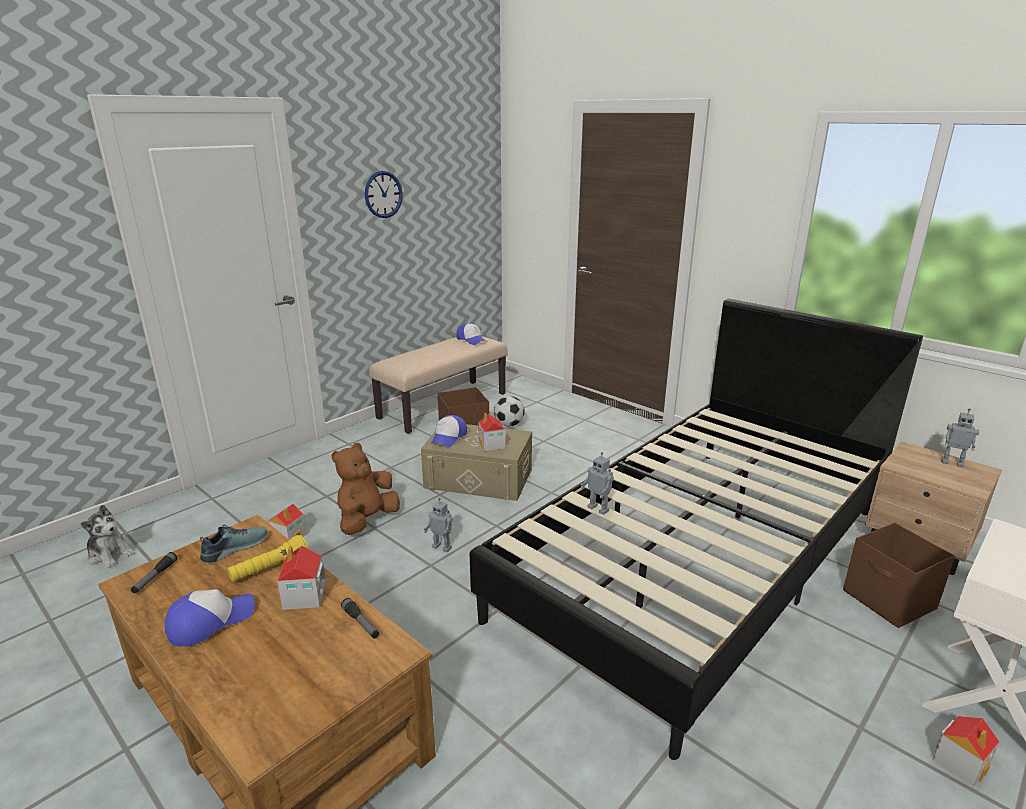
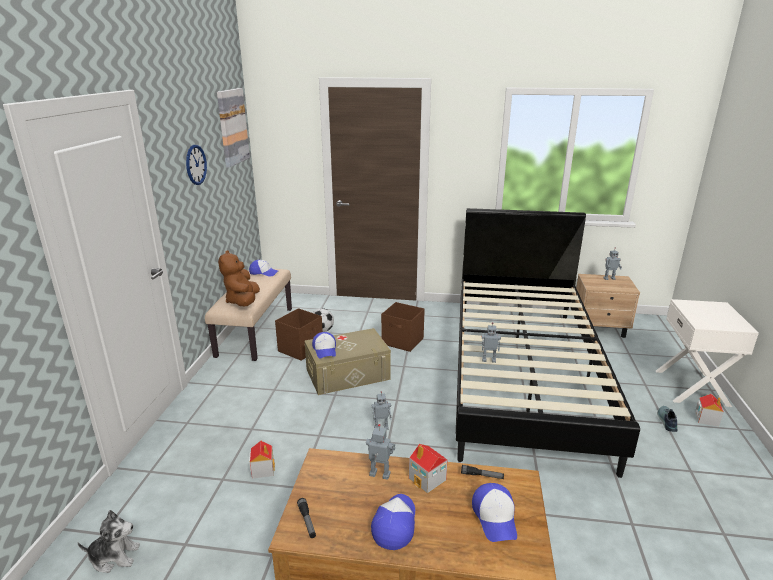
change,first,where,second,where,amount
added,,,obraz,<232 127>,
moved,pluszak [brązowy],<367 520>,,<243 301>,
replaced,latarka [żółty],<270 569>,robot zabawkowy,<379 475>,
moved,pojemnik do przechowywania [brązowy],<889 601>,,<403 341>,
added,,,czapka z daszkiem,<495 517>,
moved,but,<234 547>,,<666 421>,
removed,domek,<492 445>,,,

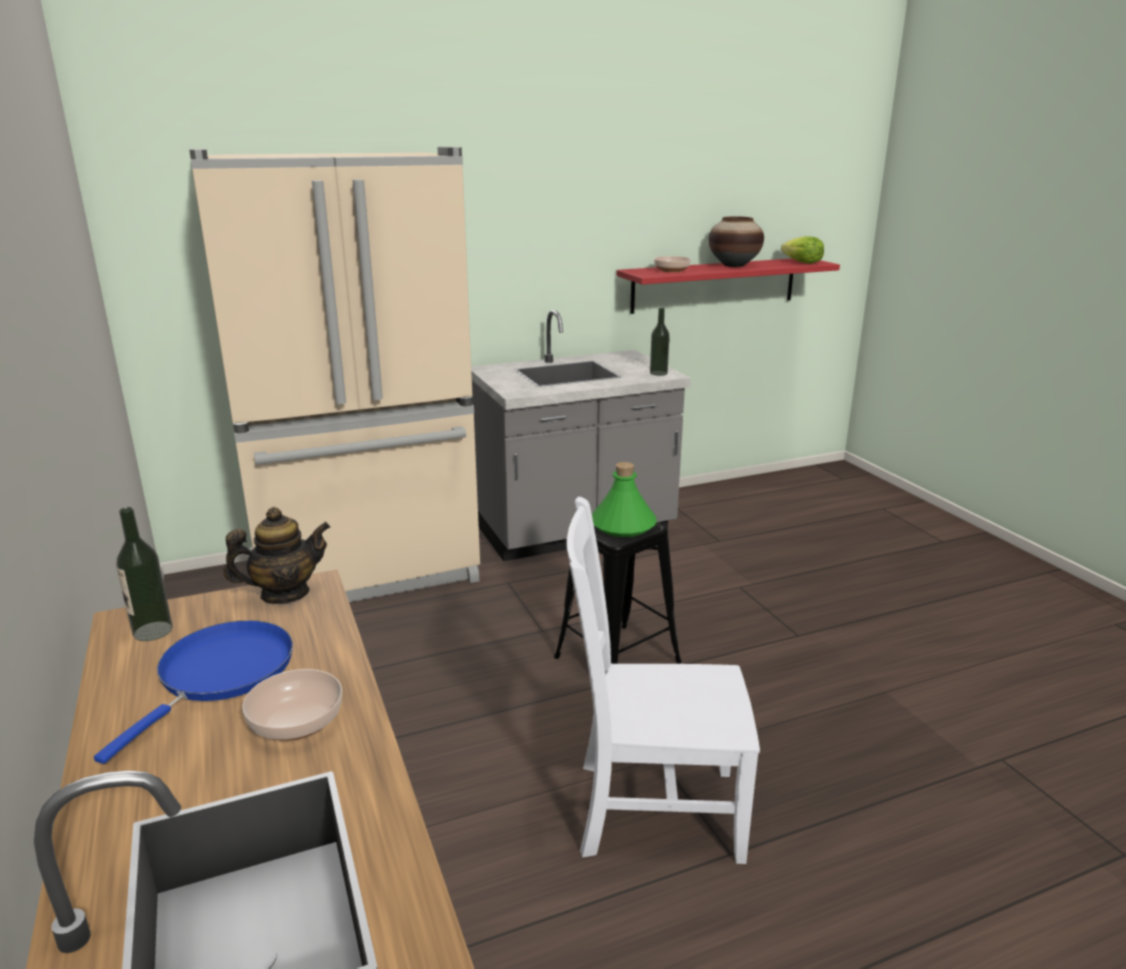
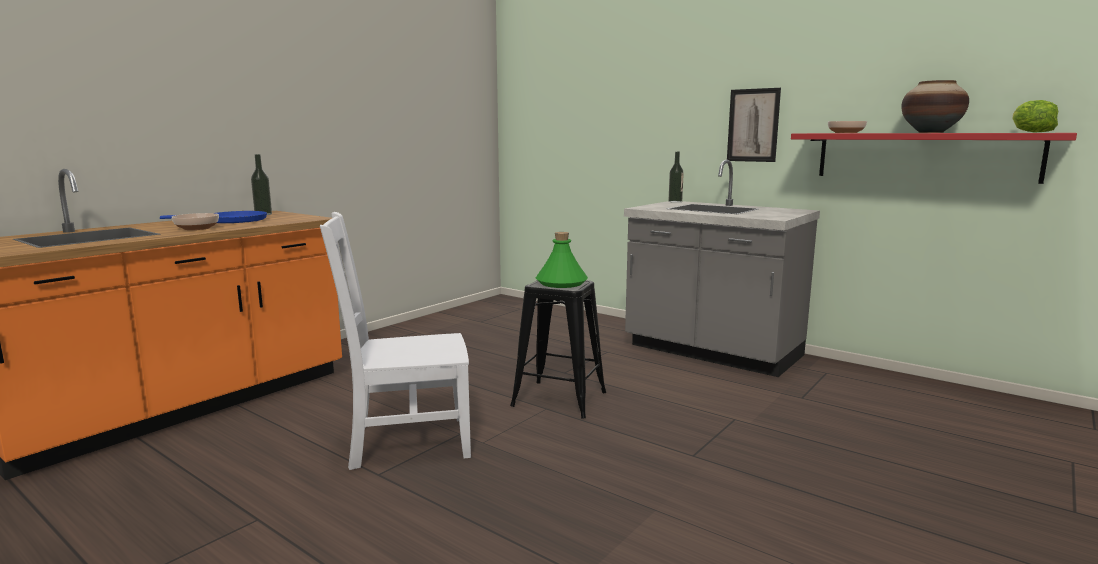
change,first,where,second,where,amount
turned,krzesło [biały],<652 809>,,<405 441>,75 degrees counterclockwise
moved,butelka,<658 373>,,<675 201>,
added,,,obraz,<753 125>,
removed,lodówka [beżowy],<368 573>,,,
removed,imbryk,<284 594>,,,

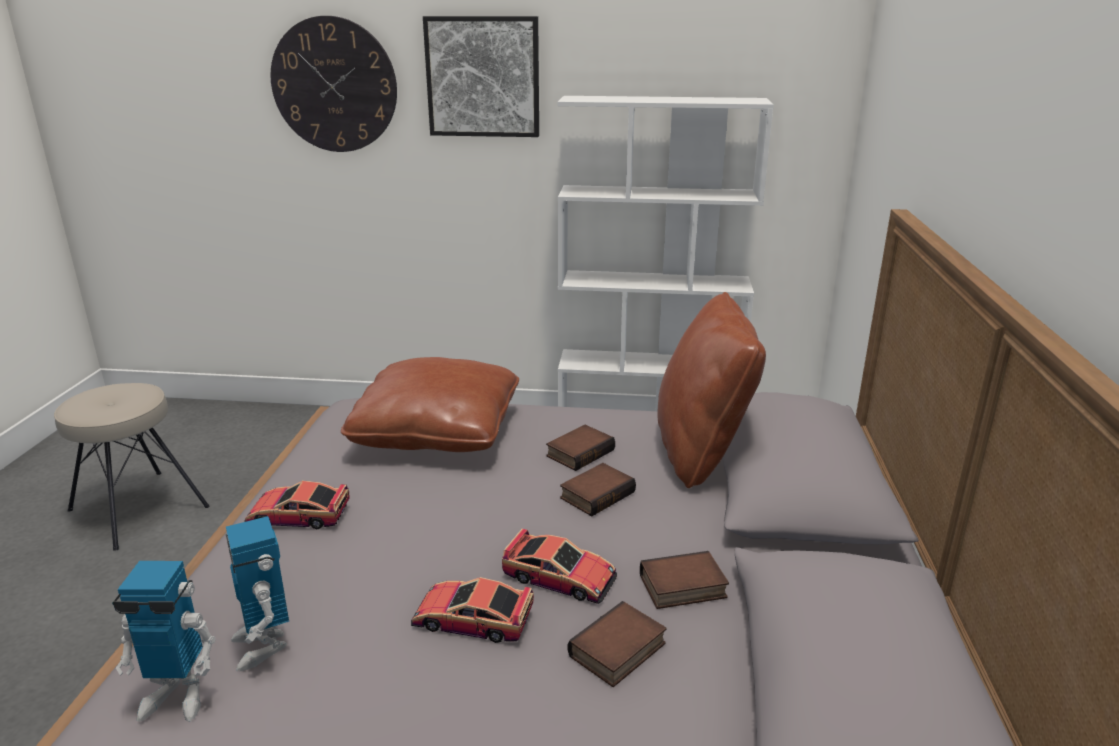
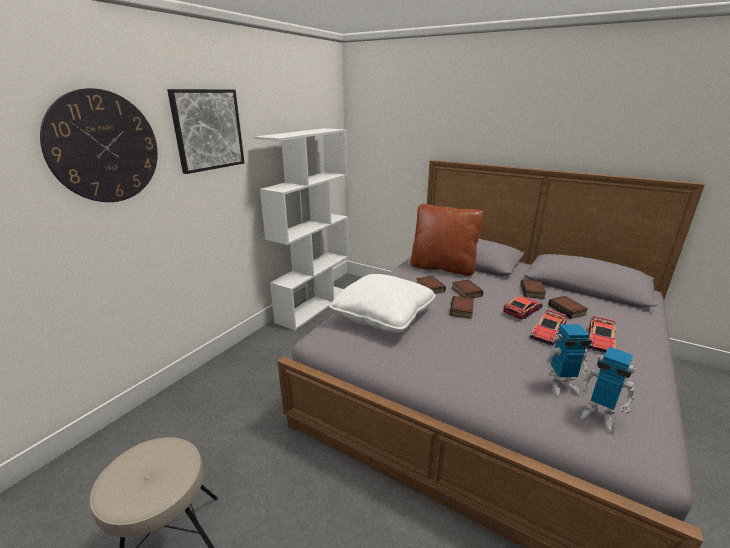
change,first,where,second,where,amount
recoloured,poduszka [brązowy],<436 431>,poduszka [biały],<383 315>,
added,,,książka,<462 310>,
turned,robot zabawkowy,<177 696>,,<599 416>,105 degrees clockwise
moved,samochodzik,<298 515>,,<600 340>,

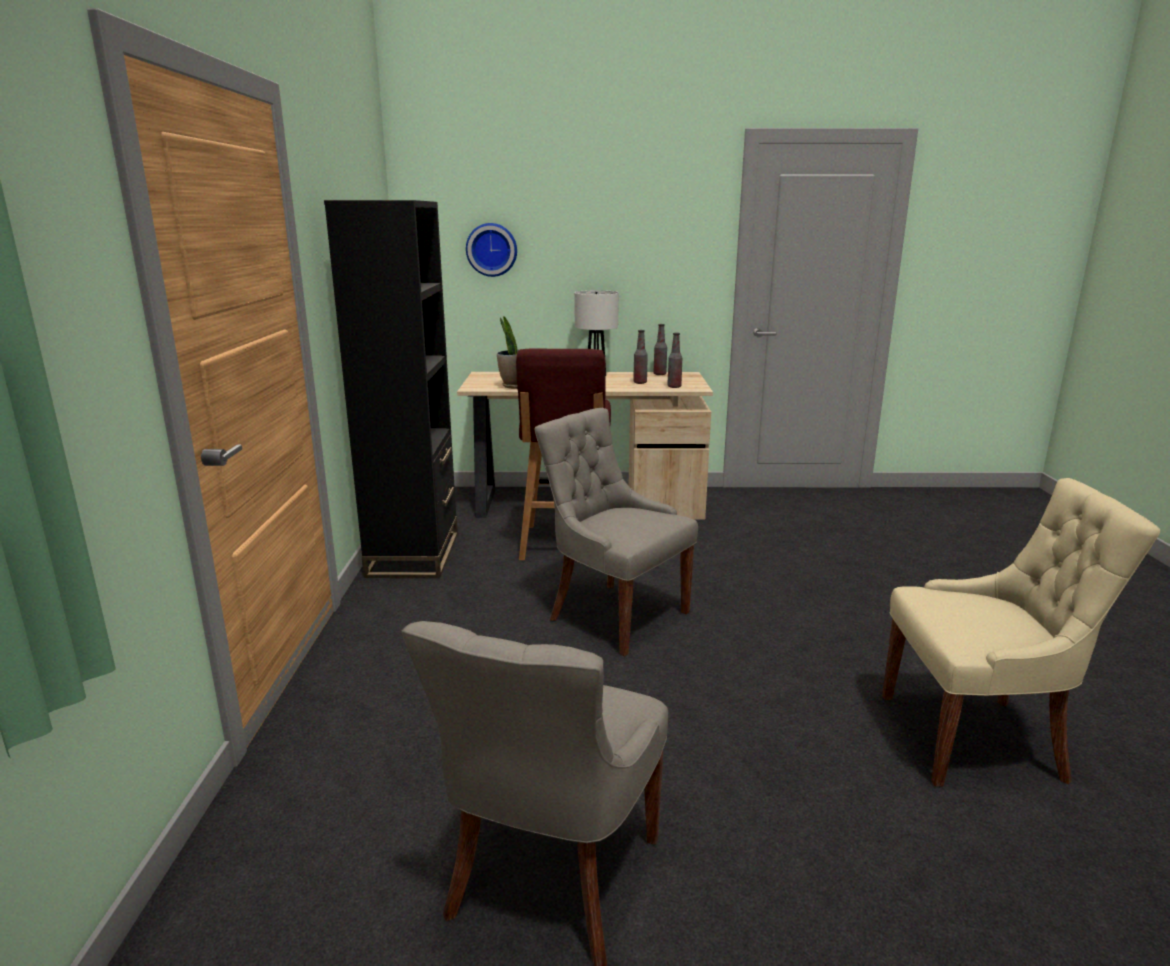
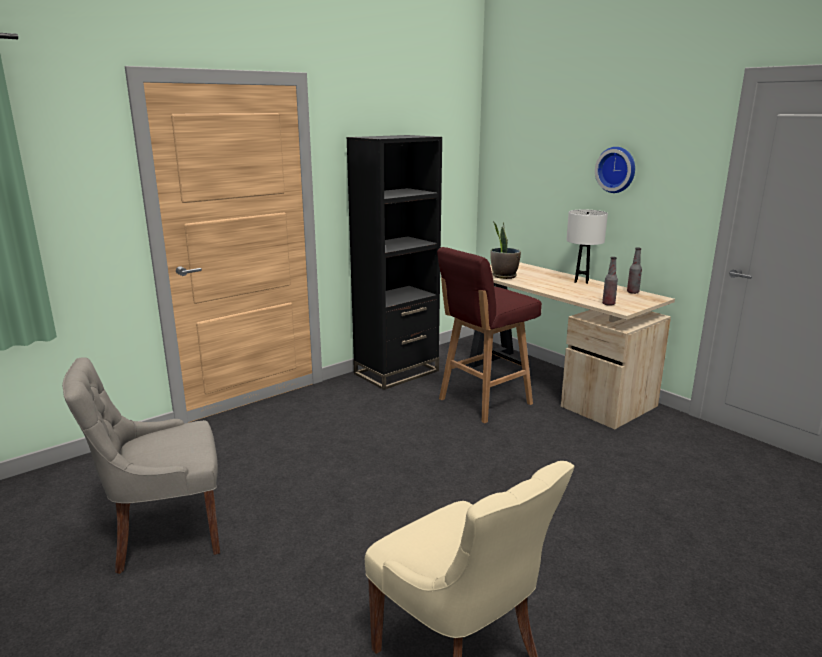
change,first,where,second,where,amount
moved,zegar ścienny,<492 249>,,<617 169>,
removed,krzesło [szary],<615 615>,,,
removed,butelka,<640 383>,,,

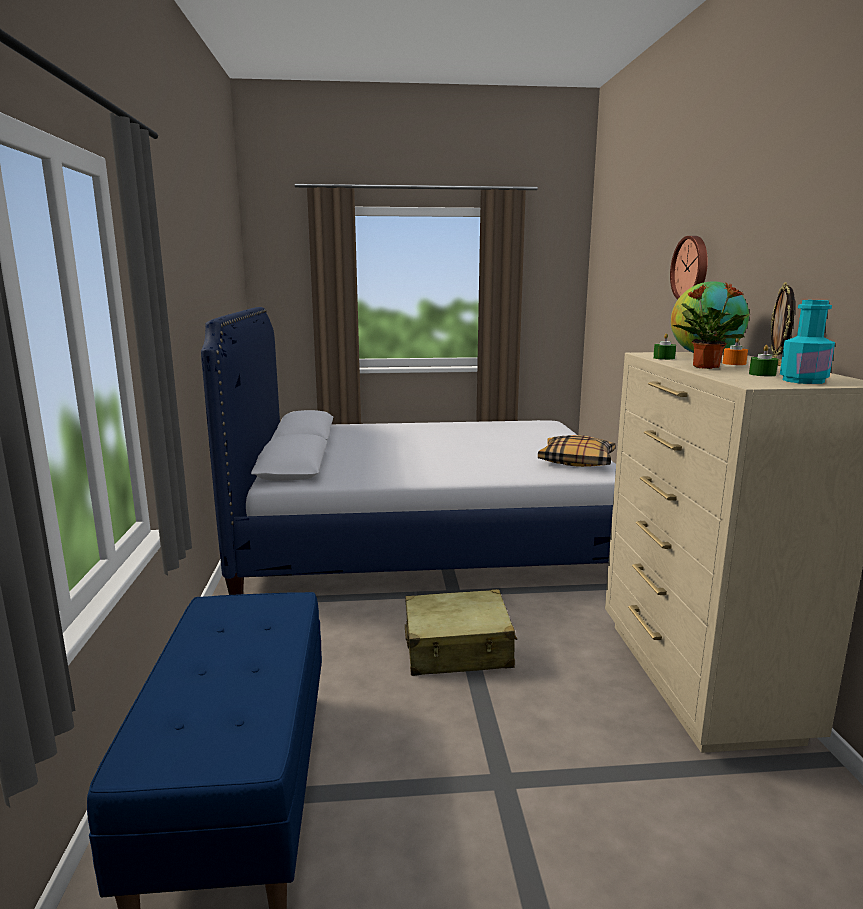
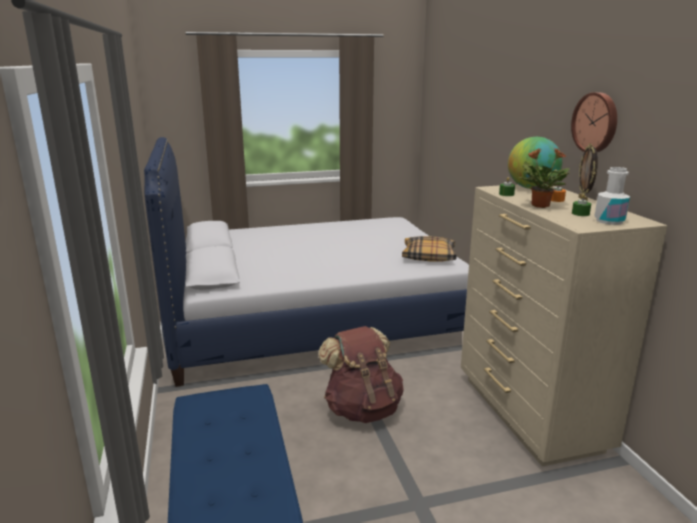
change,first,where,second,where,amount
replaced,walizka [beżowy],<458 649>,plecak [brązowy],<362 409>,
moved,zegar ścienny,<691 268>,,<596 122>,
recoloured,butelka [turkusowy],<803 381>,butelka [biały],<609 221>,

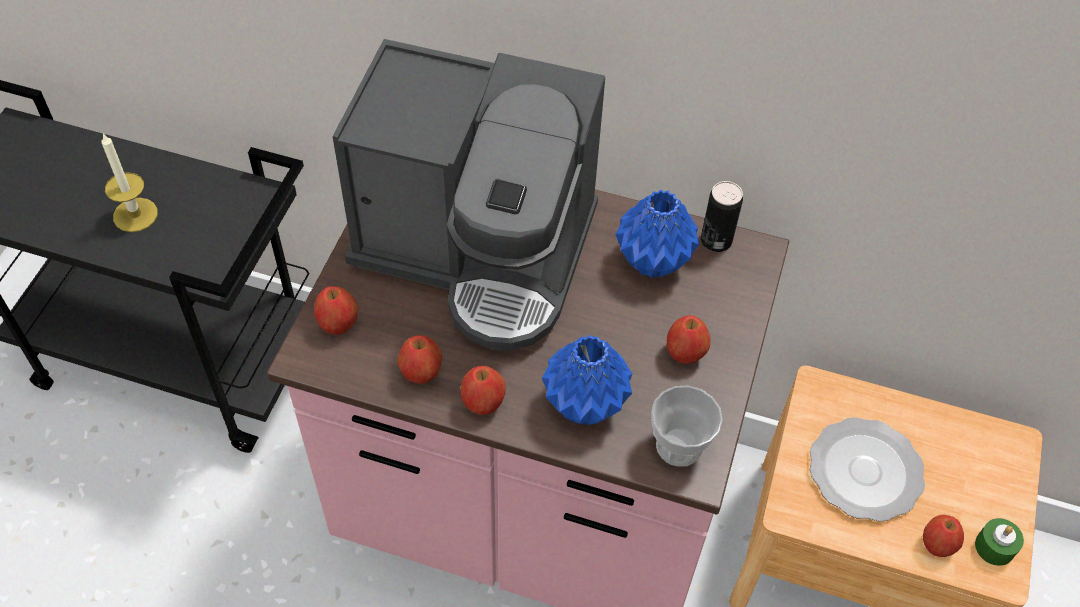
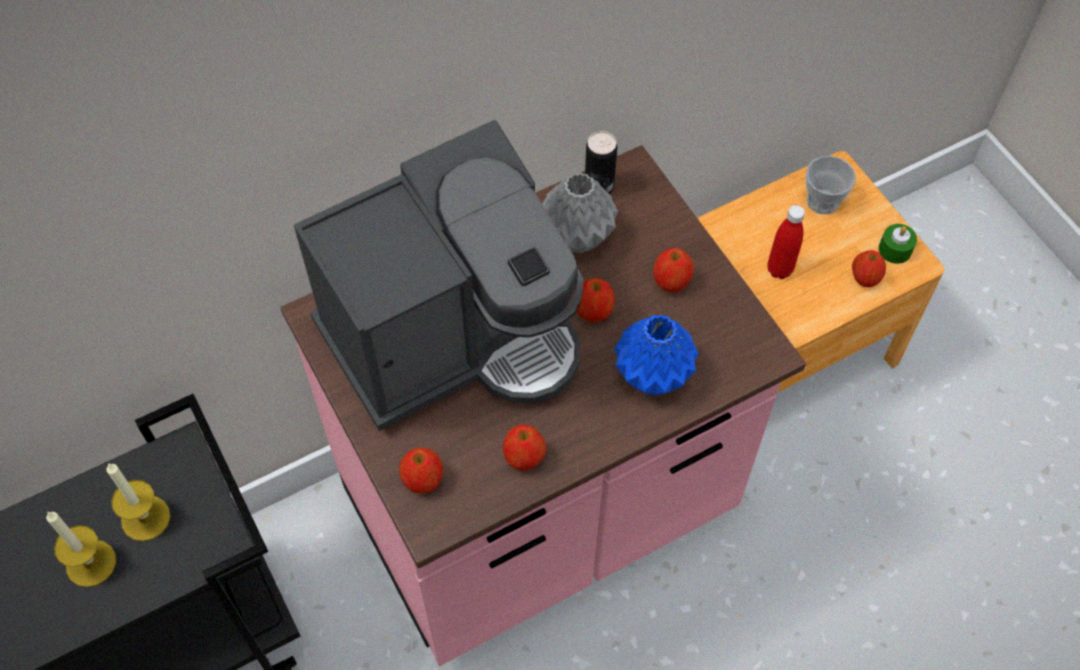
change,first,where,second,where,amount
added,,,świeca,<145 518>,
recoloured,wazon [niebieski],<651 260>,wazon [szary],<576 237>,
moved,jabłko,<483 403>,,<594 311>,
replaced,talerz,<866 472>,butelka [czerwony],<779 269>,
moved,filiżanka,<679 446>,,<822 201>,

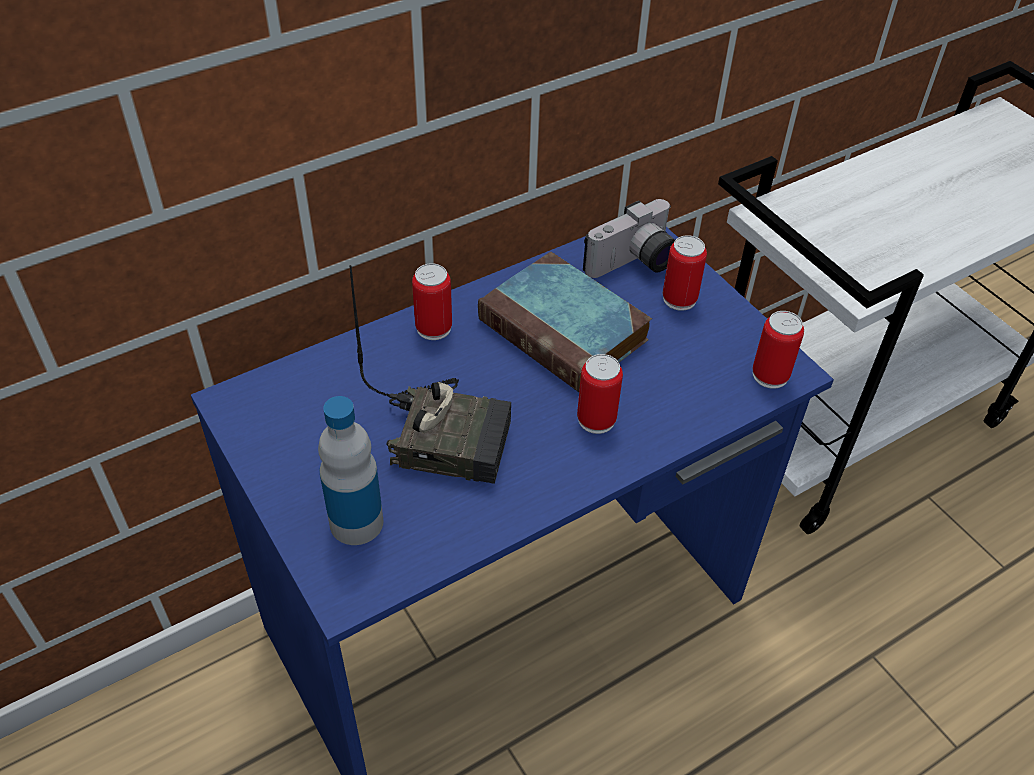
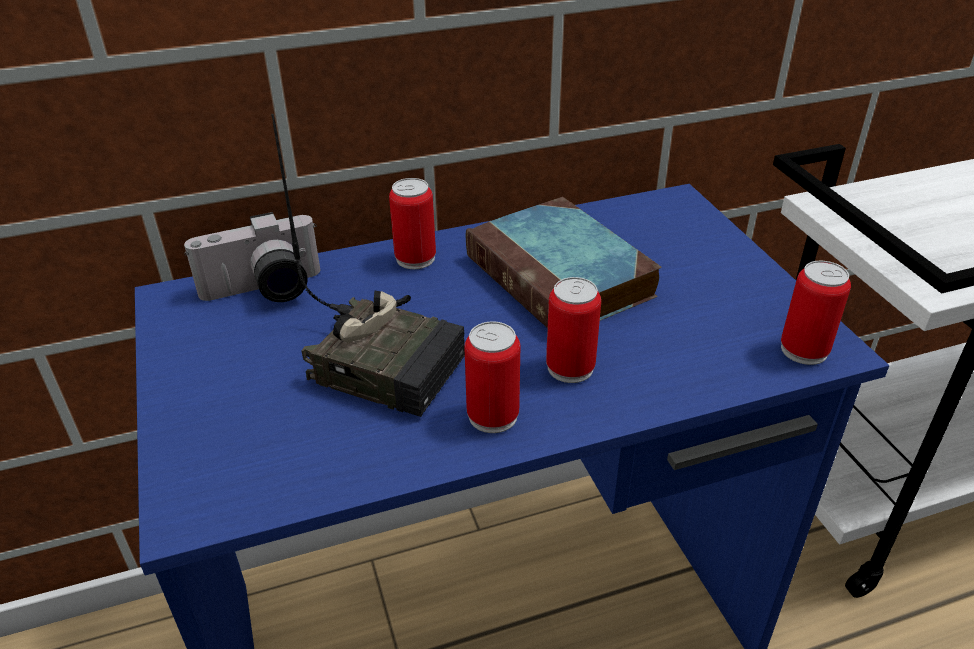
change,first,where,second,where,amount
moved,aparat fotograficzny,<634 264>,,<264 292>,
moved,puszka,<679 299>,,<493 415>,
removed,butelka,<356 522>,,,

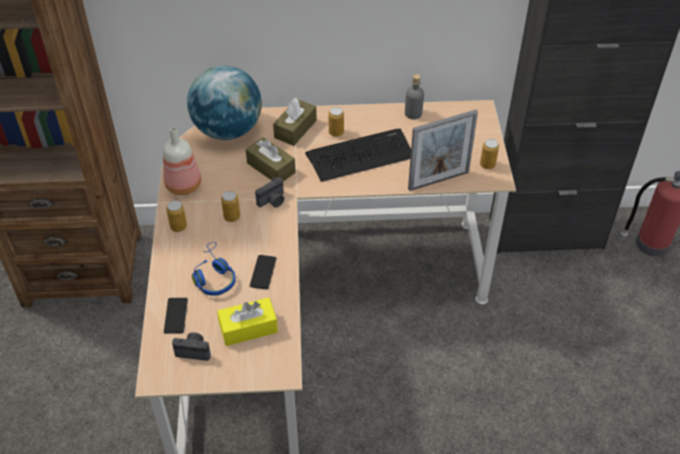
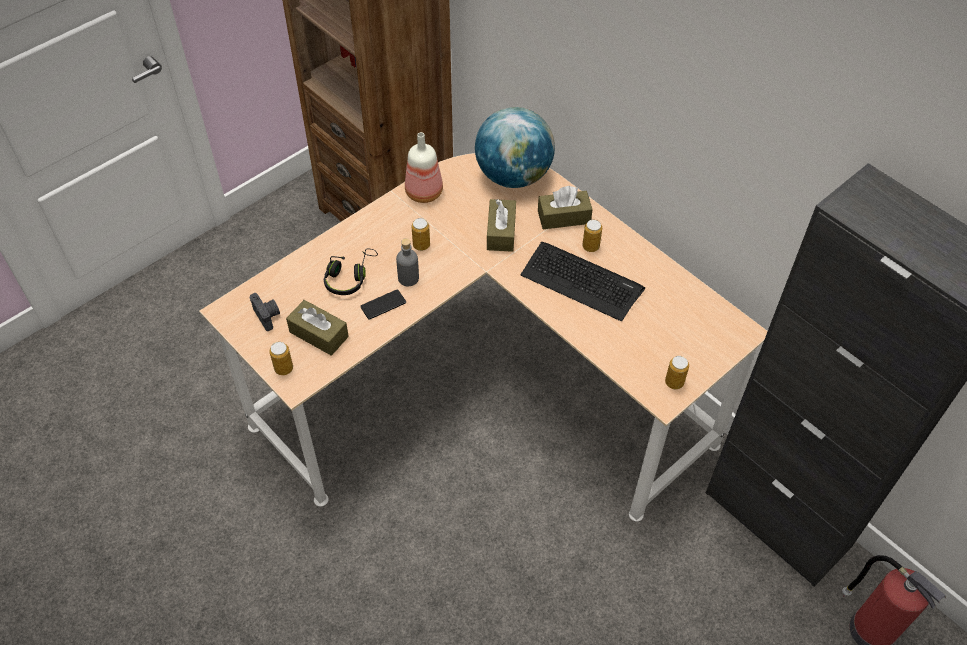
change,first,where,second,where,amount
moved,puszka,<178 227>,,<284 368>,
recoloured,pudełko chusteczek [żółty],<248 328>,pudełko chusteczek [brązowy],<319 334>,
recoloured,słuchawki [niebieski],<213 276>,słuchawki [czarny],<349 277>,
moved,butelka [szary],<413 113>,,<408 278>,
removed,telefon,<176 316>,,,
removed,aparat fotograficzny,<272 201>,,,
removed,ramka na zdjęcie,<438 180>,,,

